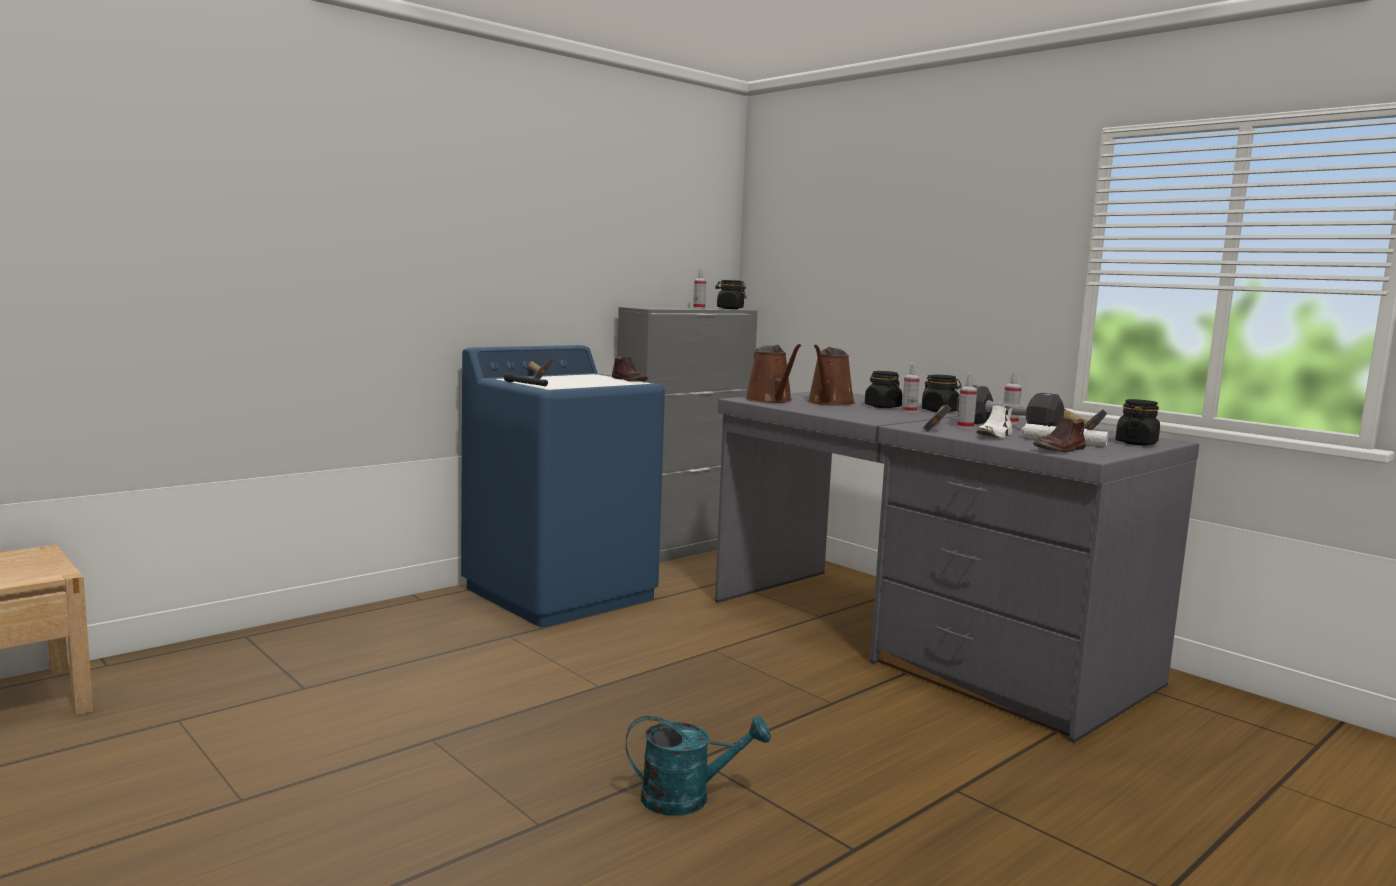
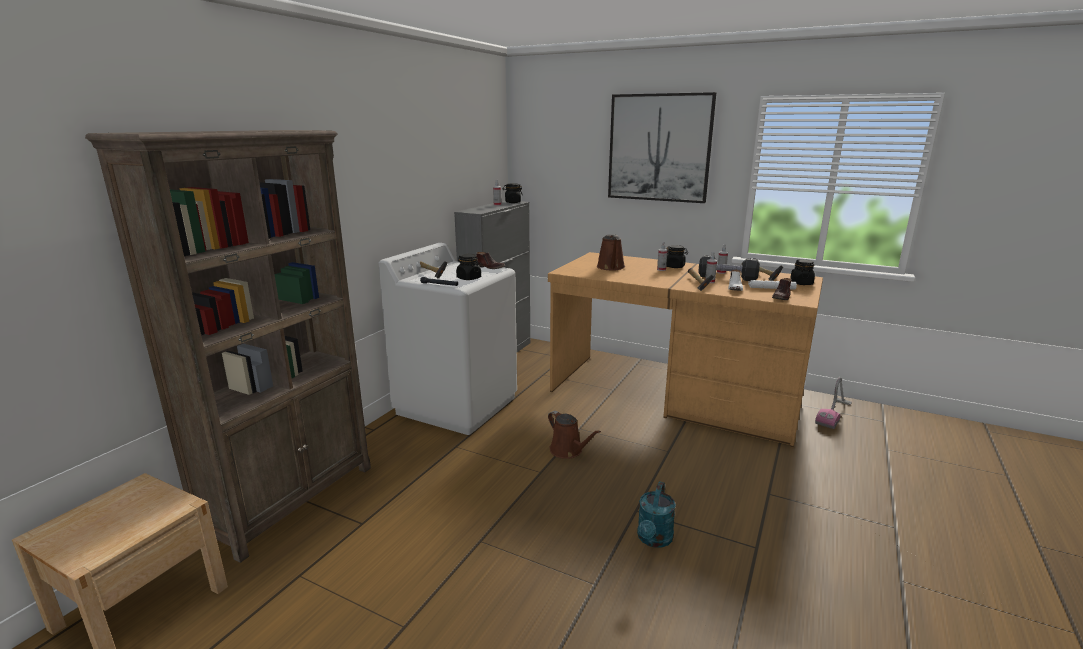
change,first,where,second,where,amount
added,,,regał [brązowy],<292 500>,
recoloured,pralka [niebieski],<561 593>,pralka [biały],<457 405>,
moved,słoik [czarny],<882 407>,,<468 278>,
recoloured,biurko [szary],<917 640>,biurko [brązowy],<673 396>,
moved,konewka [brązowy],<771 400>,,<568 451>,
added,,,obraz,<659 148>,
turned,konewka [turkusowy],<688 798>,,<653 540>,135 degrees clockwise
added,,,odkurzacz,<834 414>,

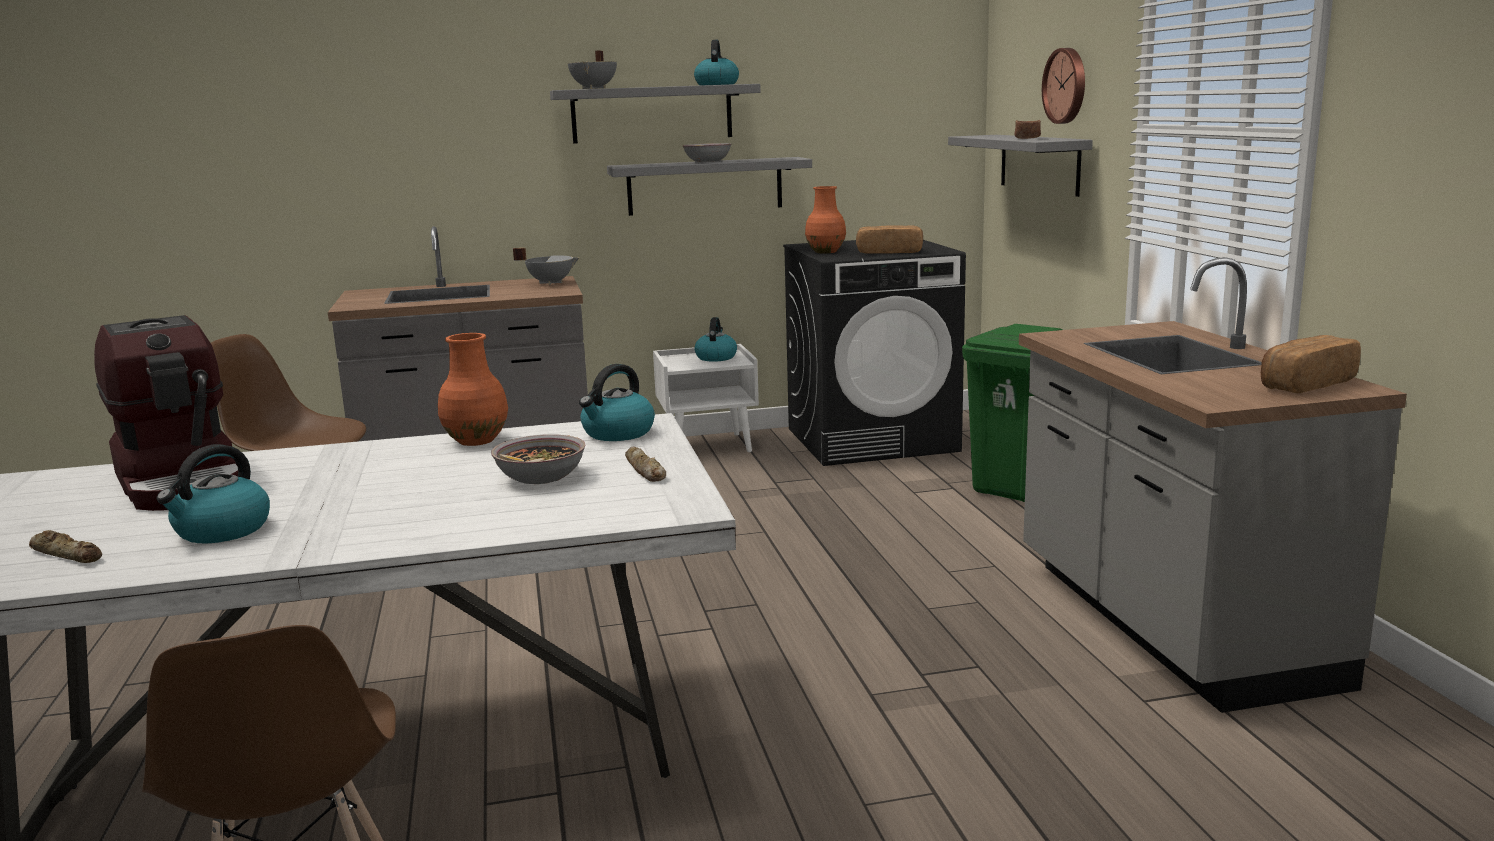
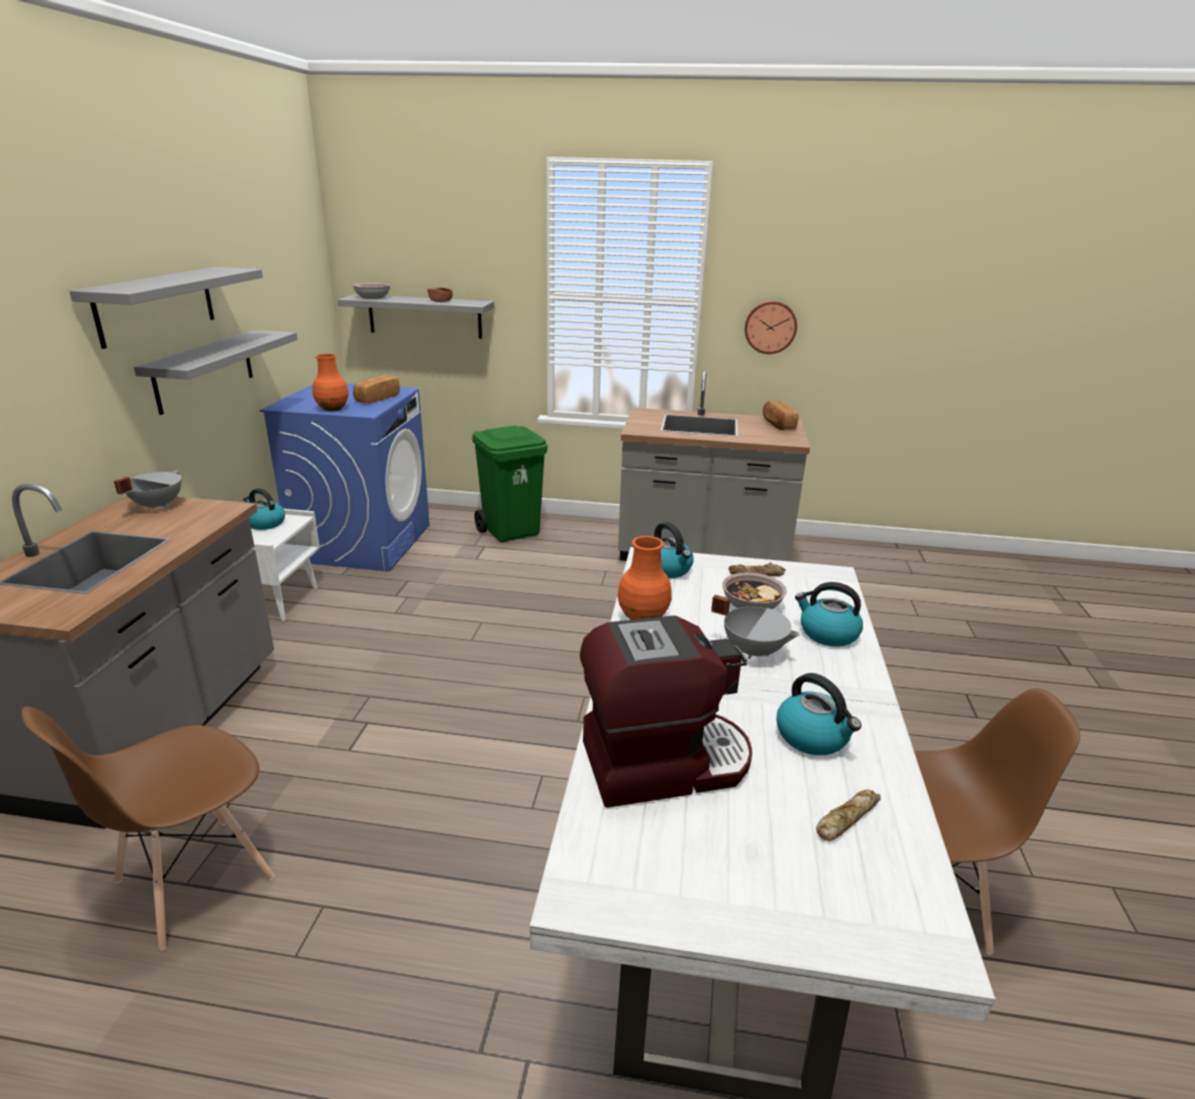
change,first,where,second,where,amount
recoloured,pralka [czarny],<872 439>,pralka [niebieski],<363 542>,
moved,miska,<707 161>,,<373 298>,
moved,garnek [szary],<595 88>,,<753 650>,
moved,zegar ścienny,<1066 86>,,<770 327>,
moved,czajnik,<716 84>,,<827 633>,

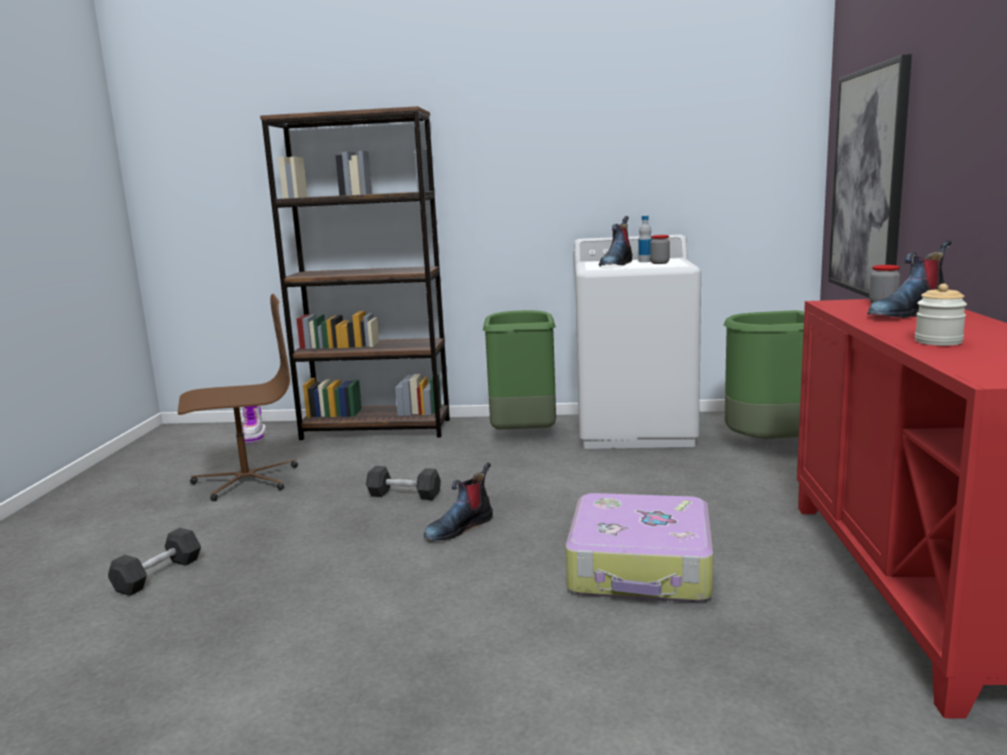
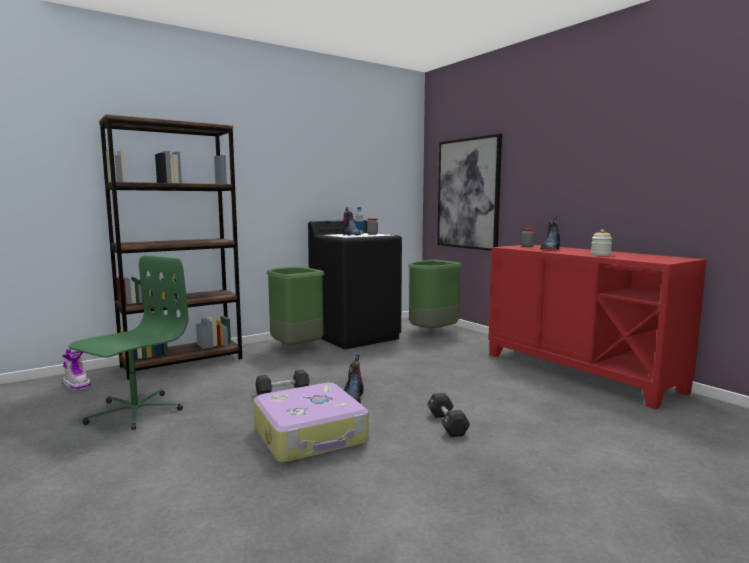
change,first,where,second,where,amount
recoloured,krzesło biurowe [brązowy],<245 480>,krzesło biurowe [zielony],<134 411>,
moved,walizka,<641 568>,,<311 436>,
recoloured,pralka [biały],<635 430>,pralka [czarny],<355 336>,
moved,hantel [czarny],<158 575>,,<447 424>,

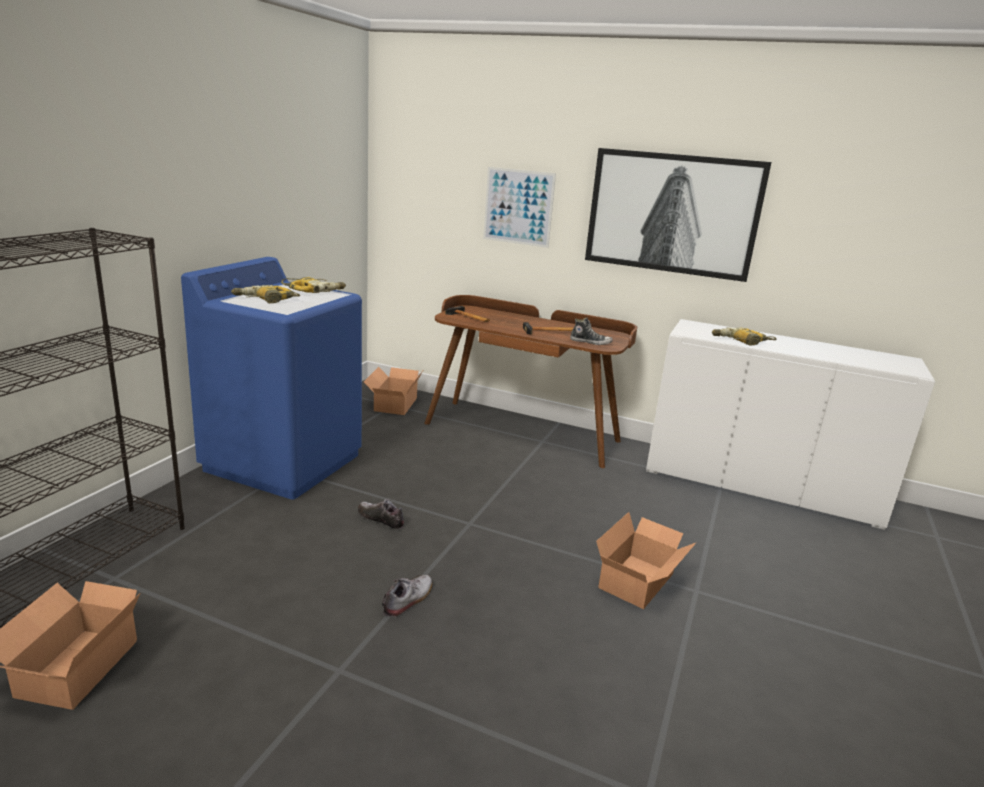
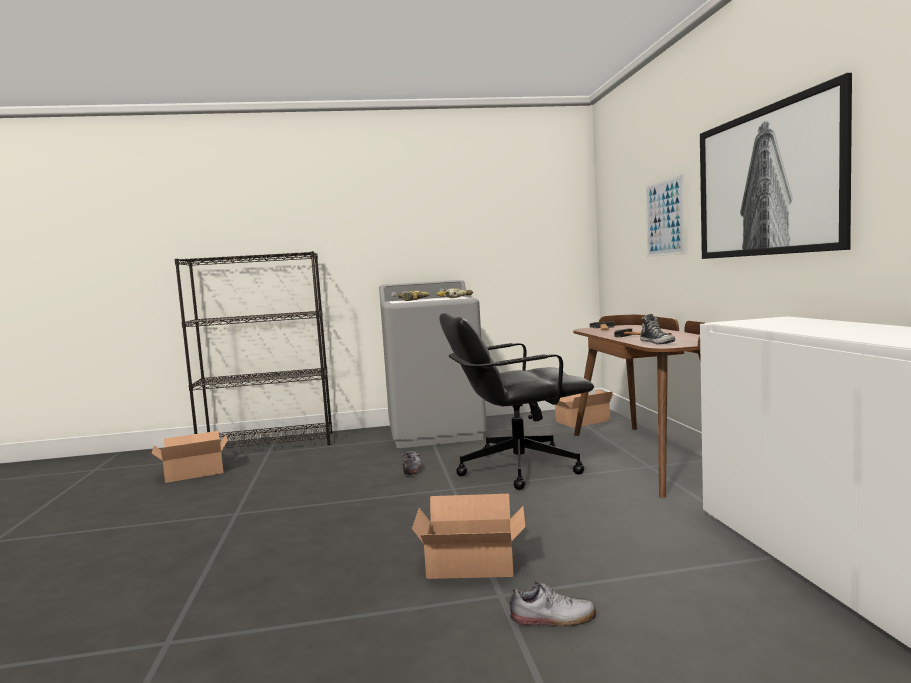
change,first,where,second,where,amount
recoloured,pralka [niebieski],<284 462>,pralka [szary],<436 432>,
added,,,krzesło biurowe [czarny],<517 468>,
moved,but,<408 599>,,<553 618>,
removed,wiertarka,<741 341>,,,

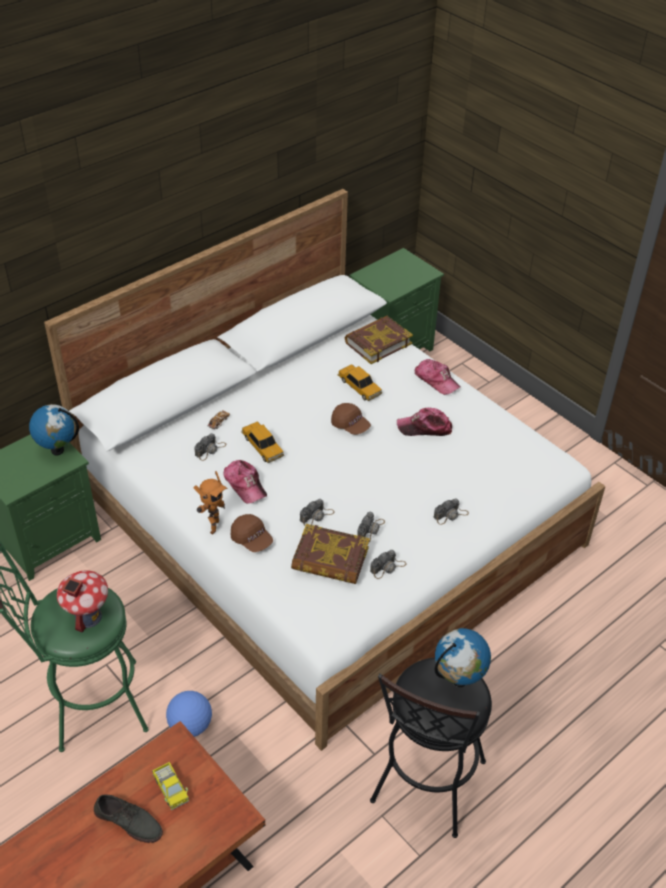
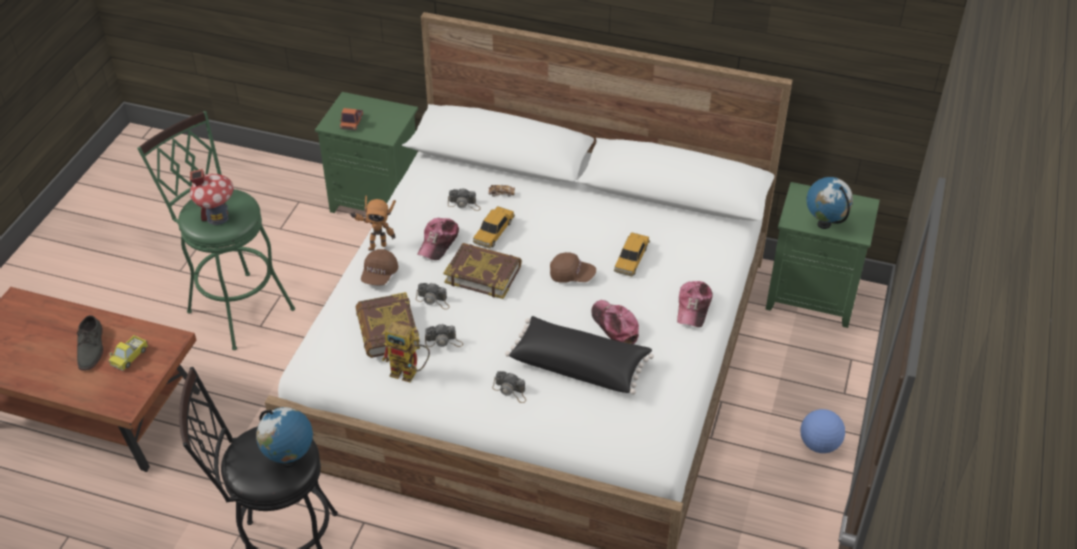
change,first,where,second,where,amount
added,,,ciężarówka zabawkowa,<352 123>,
replaced,aparat fotograficzny,<388 567>,robot zabawkowy,<410 373>,
moved,książka,<377 343>,,<483 274>,
added,,,poduszka [czarny],<579 365>,
turned,czapka z daszkiem [brązowy],<350 425>,,<572 275>,90 degrees counterclockwise
moved,piłka futbolowa,<191 726>,,<819 445>,
moved,globus,<57 450>,,<824 224>,

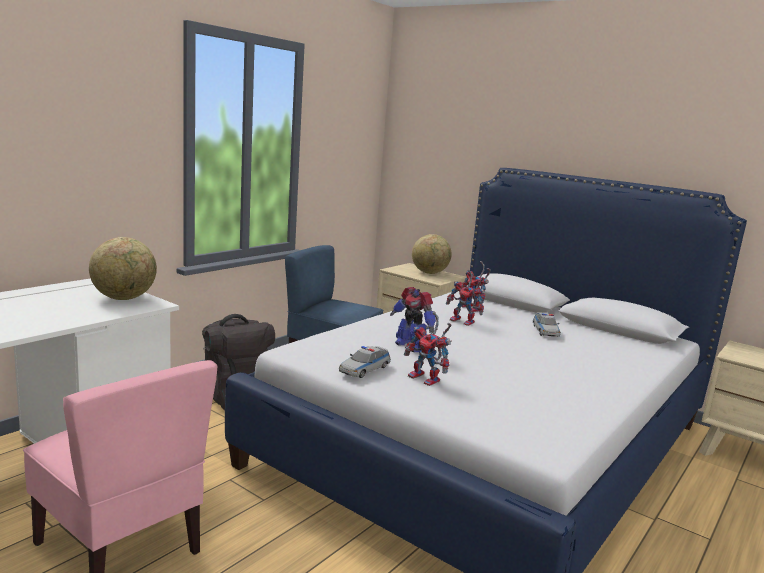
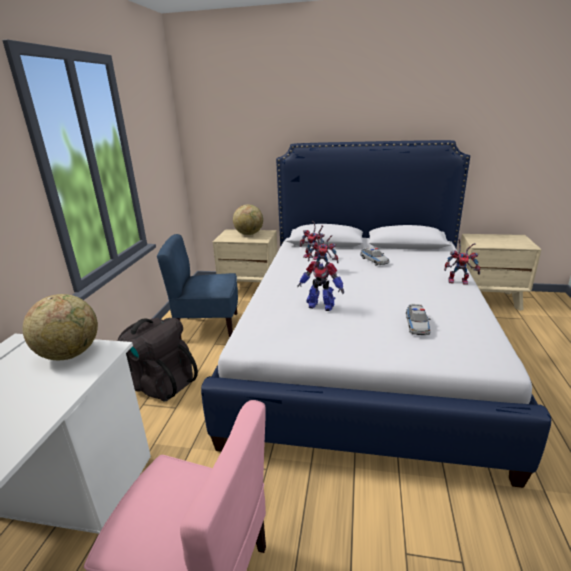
change,first,where,second,where,amount
moved,samochodzik,<364 369>,,<417 325>,
moved,robot zabawkowy,<427 379>,,<459 281>,

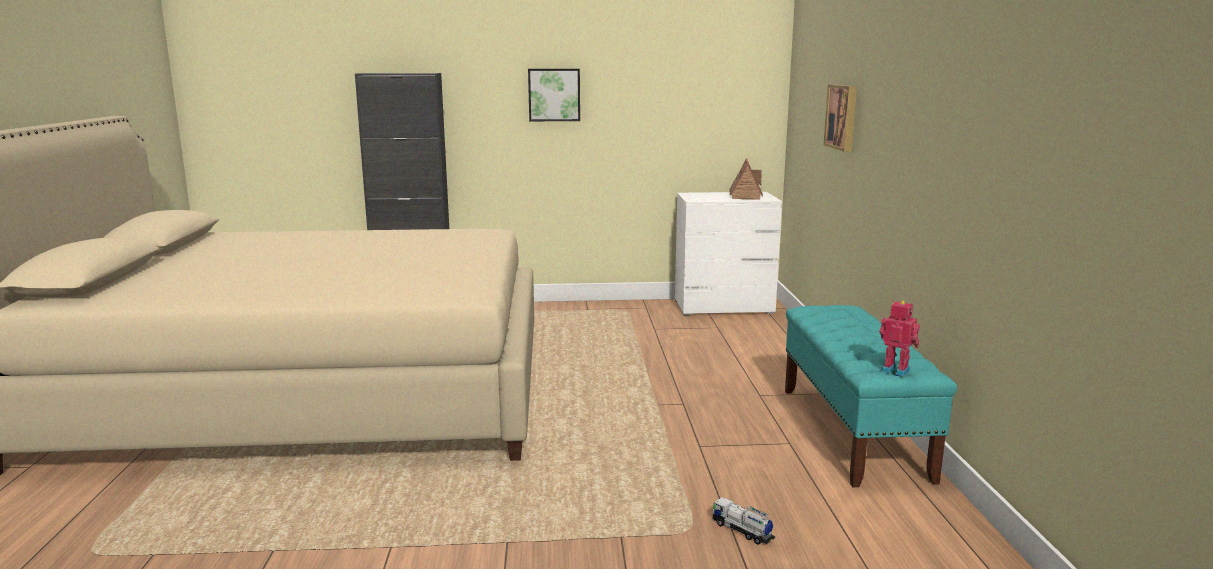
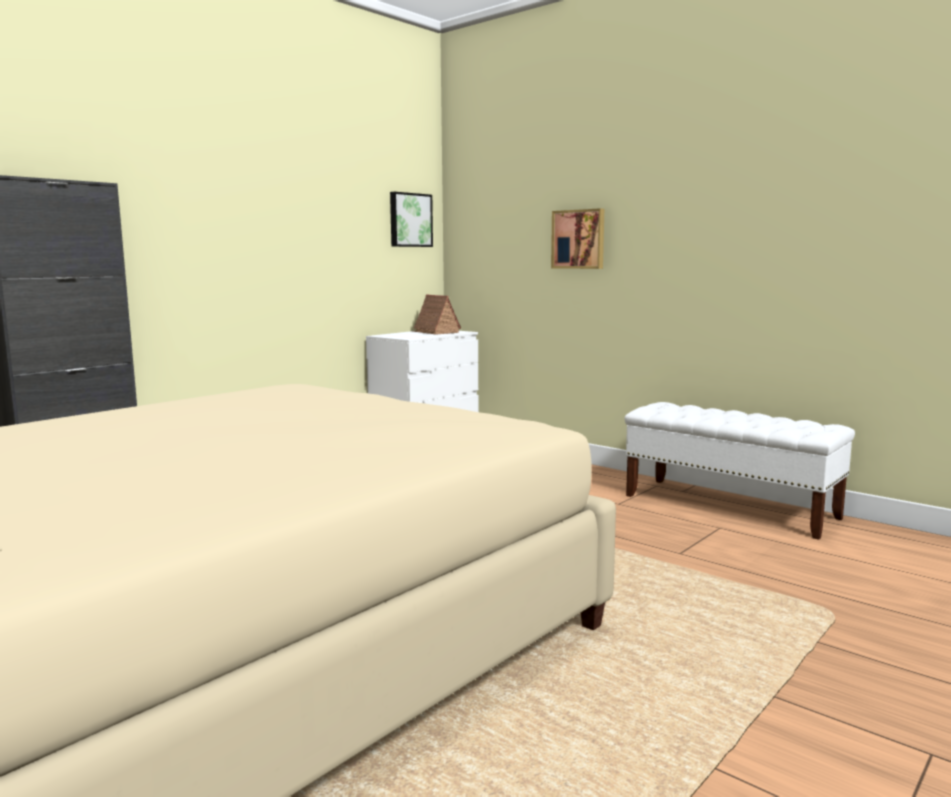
change,first,where,second,where,amount
moved,obraz,<554 94>,,<409 220>,
recoloured,ławka [turkusowy],<853 432>,ławka [biały],<730 506>,
removed,ciężarówka zabawkowa,<742 531>,,,
removed,robot zabawkowy,<896 370>,,,

